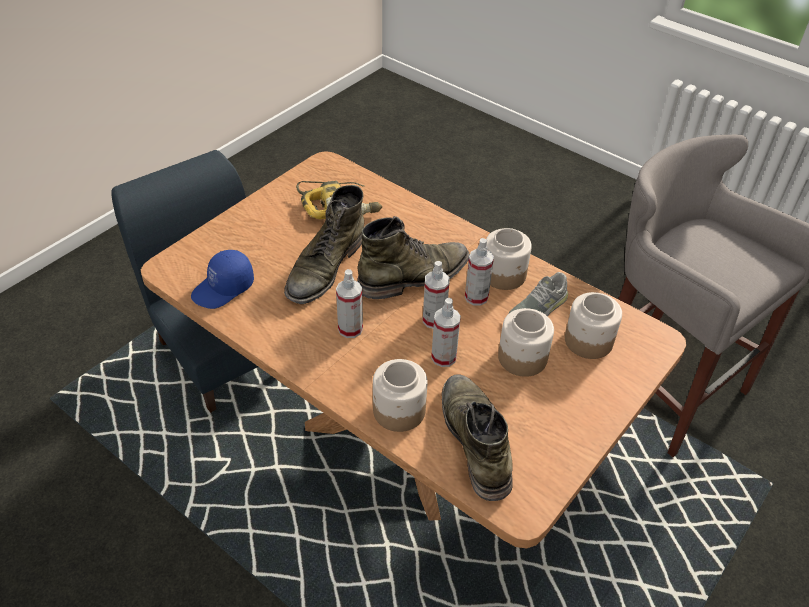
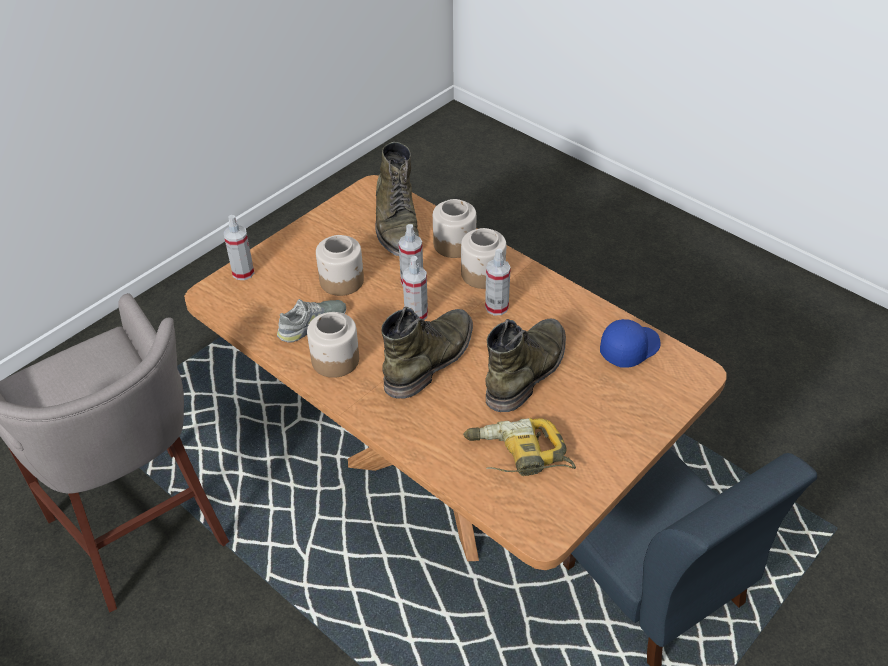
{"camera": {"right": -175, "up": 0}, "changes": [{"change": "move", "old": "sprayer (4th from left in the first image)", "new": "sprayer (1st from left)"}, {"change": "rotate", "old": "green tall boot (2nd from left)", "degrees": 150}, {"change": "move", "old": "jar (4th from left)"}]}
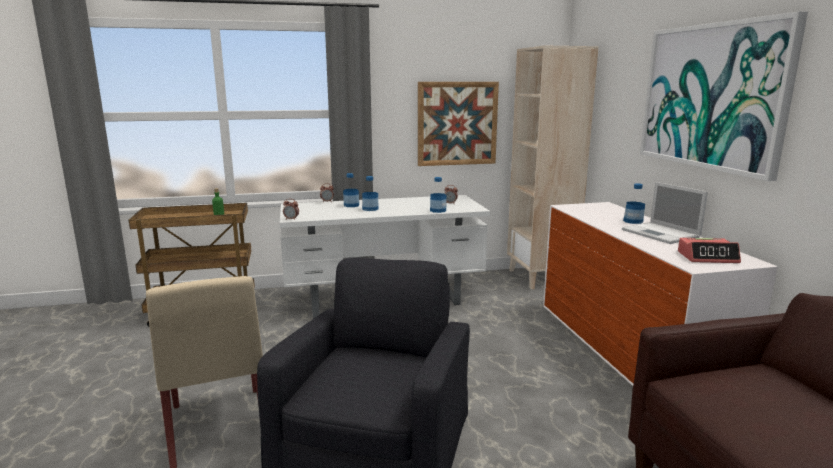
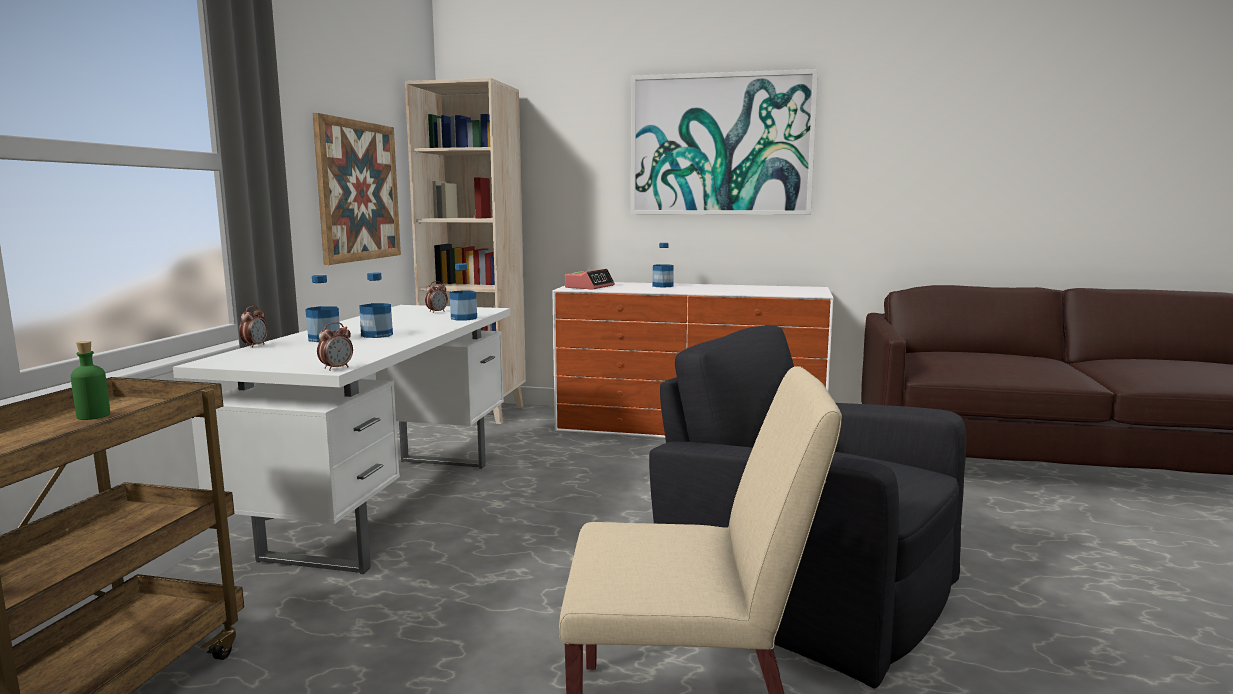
{"camera": {"right": -65, "up": -5}, "changes": [{"change": "move", "old": "bedside clock (4th from left)"}, {"change": "delete", "old": "portable computer"}]}
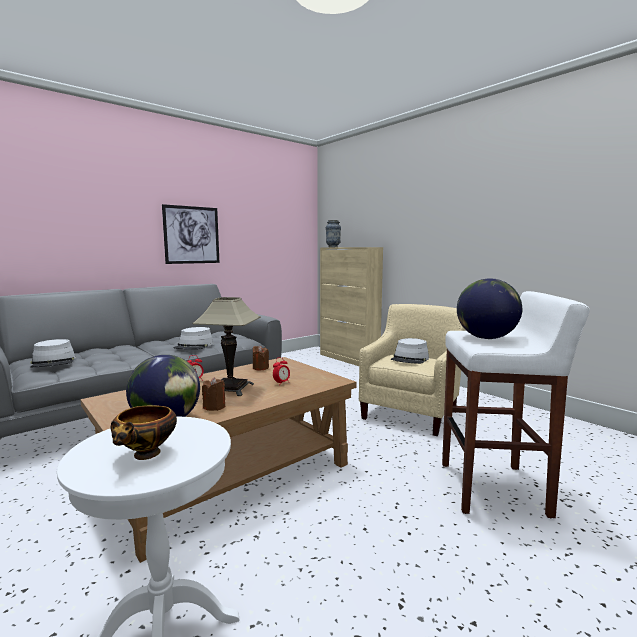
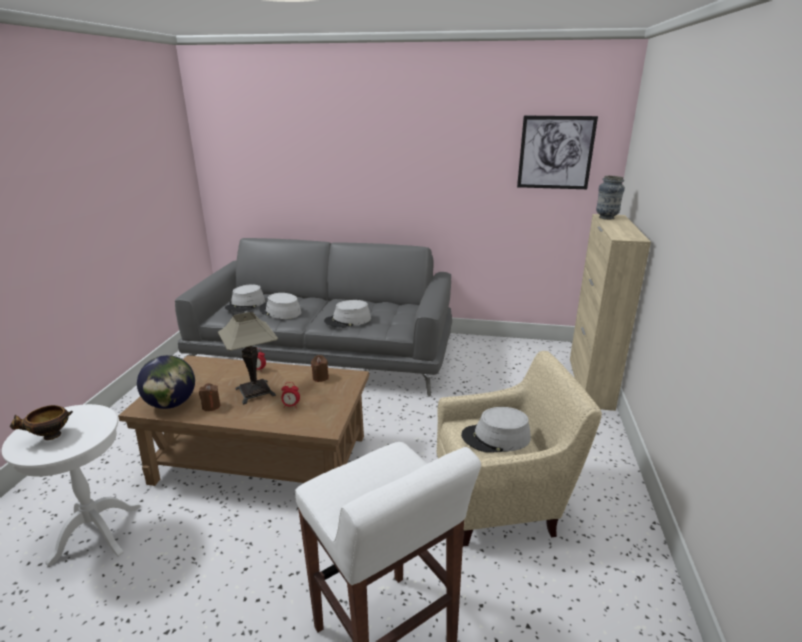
{"camera": {"right": 50, "up": 15}, "changes": [{"change": "insert", "new": "gray wearable hat (2nd from left)"}, {"change": "move", "old": "wall art"}, {"change": "delete", "old": "world globe (2nd from left)"}]}
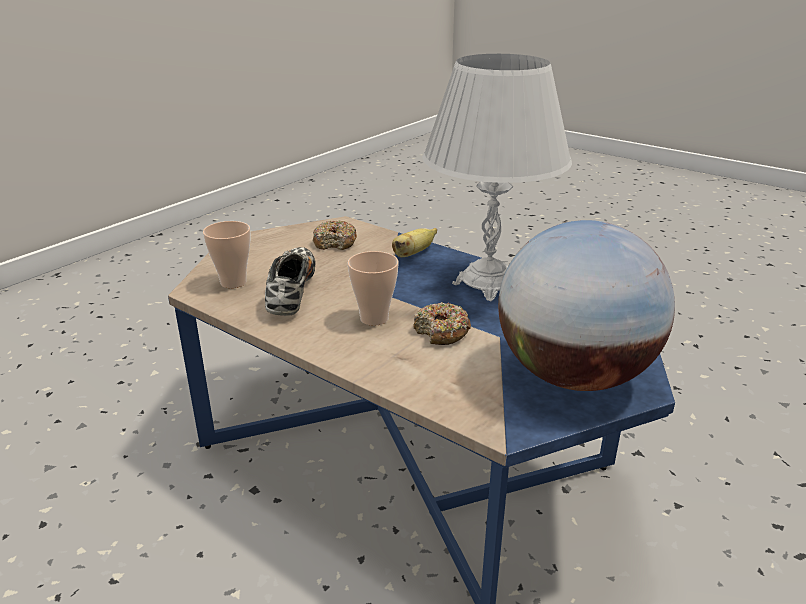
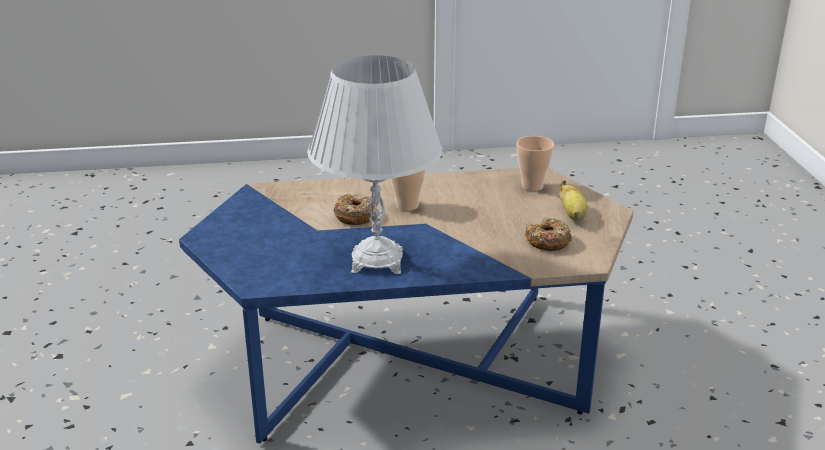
{"camera": {"right": 135, "up": 0}, "changes": [{"change": "move", "old": "banana"}, {"change": "delete", "old": "shoe"}, {"change": "delete", "old": "world globe"}]}
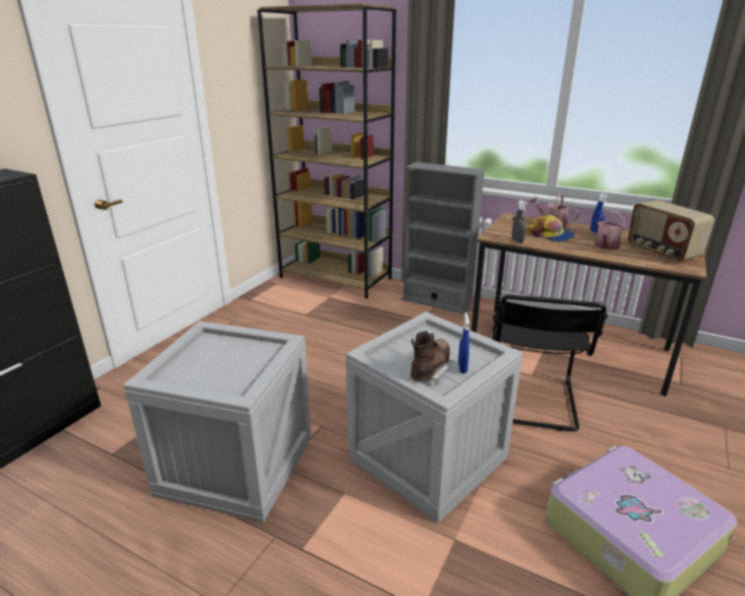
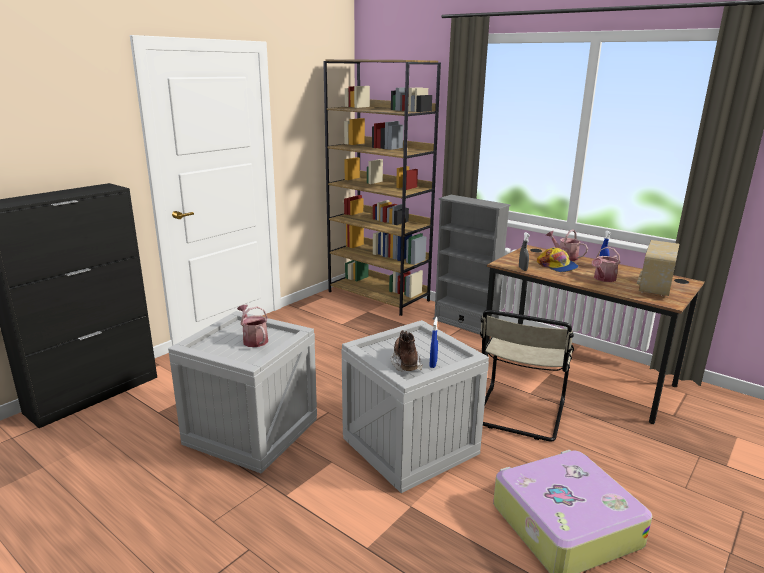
{"camera": {"right": 10, "up": -5}, "changes": [{"change": "insert", "new": "watering can (1st from left)"}, {"change": "rotate", "old": "brown tall boot", "degrees": -45}, {"change": "recolor", "old": "black plain chair", "new": "beige-coloured plain chair"}, {"change": "rotate", "old": "radio receiver", "degrees": 45}]}
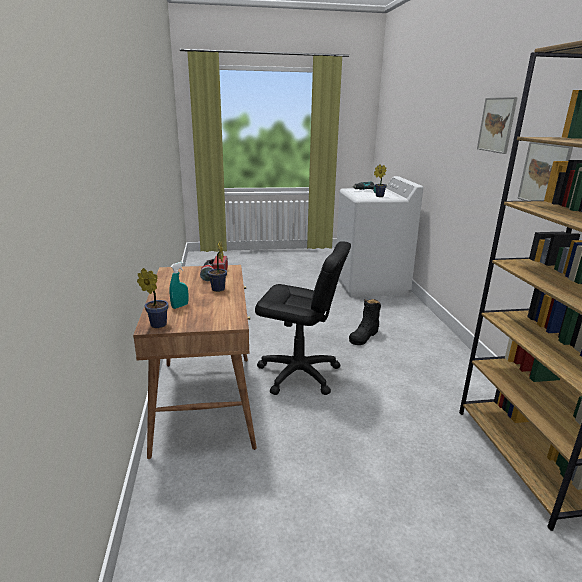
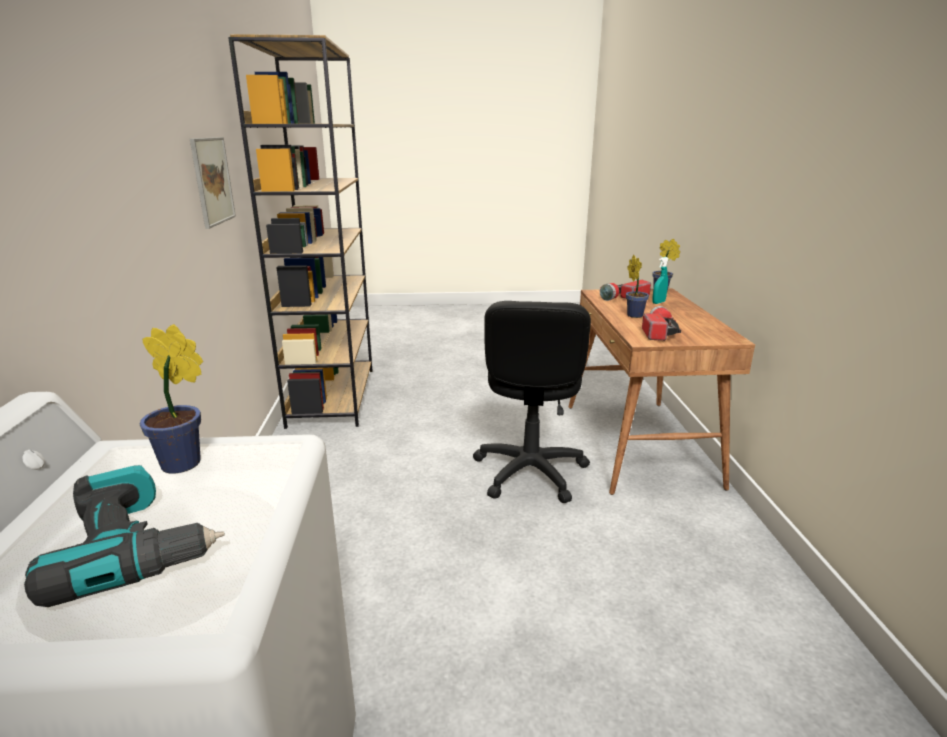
{"camera": {"right": -175, "up": 0}, "changes": [{"change": "rotate", "old": "black desk chair", "degrees": -105}, {"change": "insert", "new": "flashlight (1st from left)"}, {"change": "delete", "old": "black tall boot"}, {"change": "delete", "old": "wall art (1st from left)"}]}
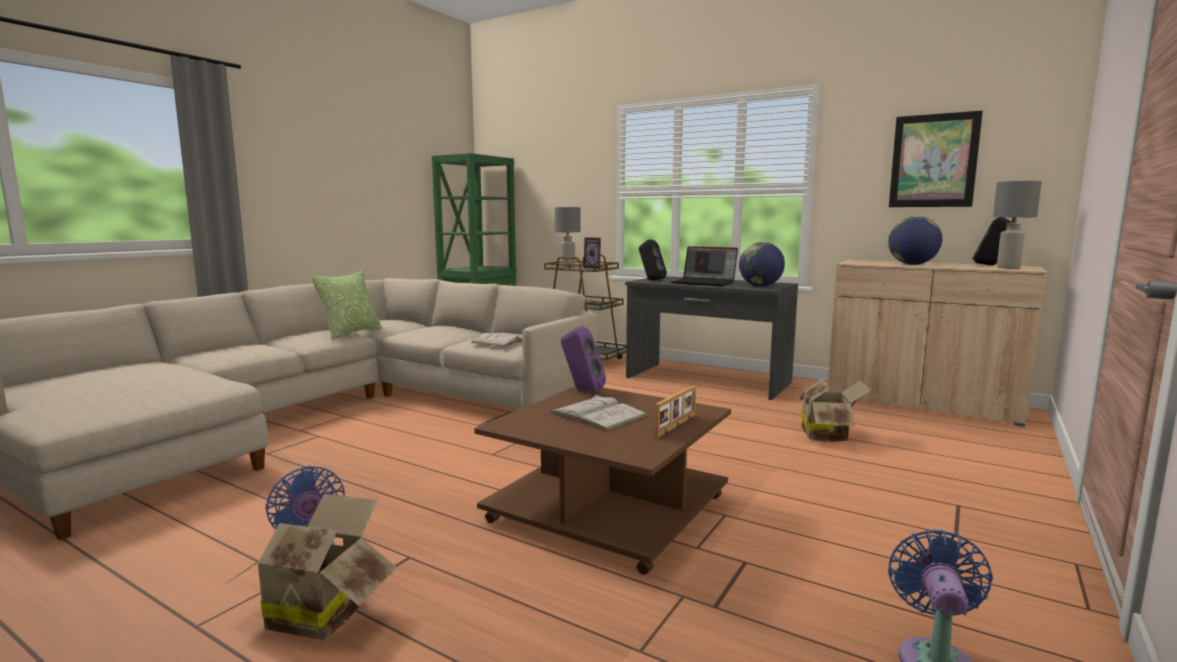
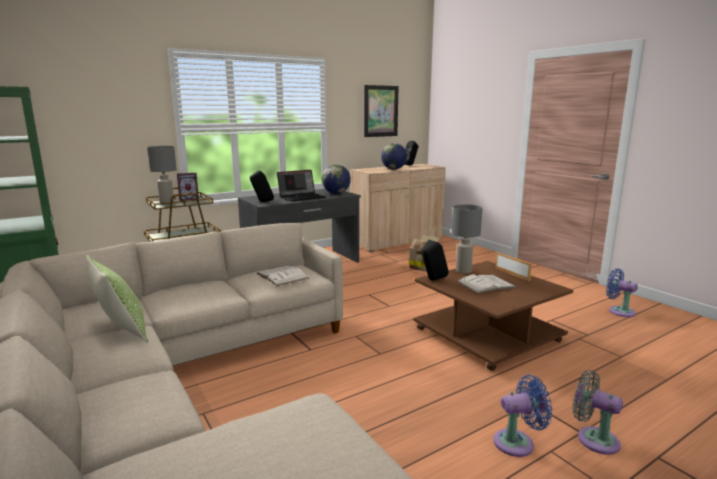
{"camera": {"right": -65, "up": 5}, "changes": [{"change": "recolor", "old": "purple-coloured loudspeaker", "new": "black loudspeaker (3rd from left)"}, {"change": "move", "old": "gray table lamp (2nd from left)"}, {"change": "replace", "old": "cardboard box (1st from left)", "new": "gray cooling fan"}]}
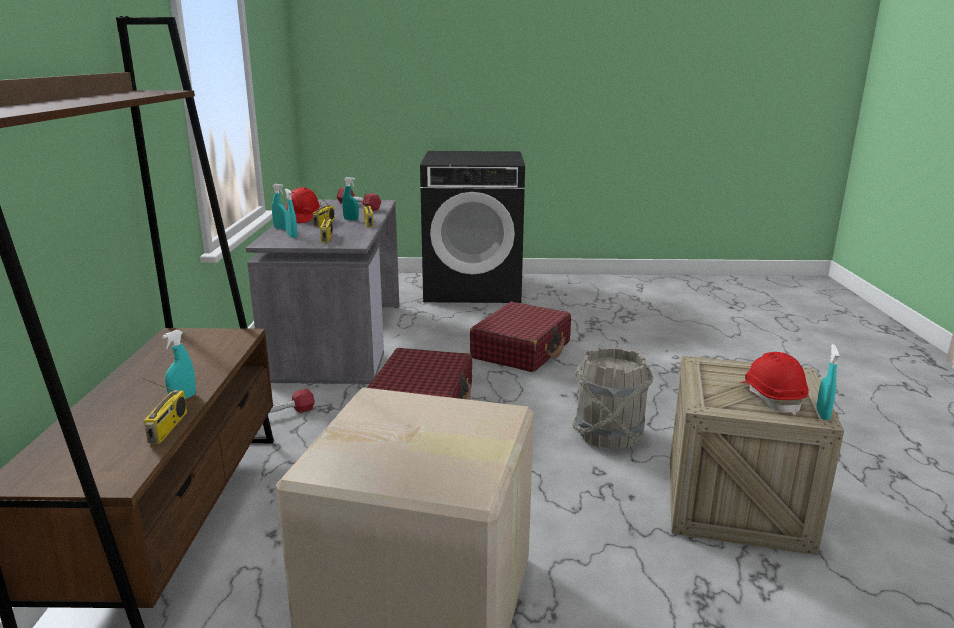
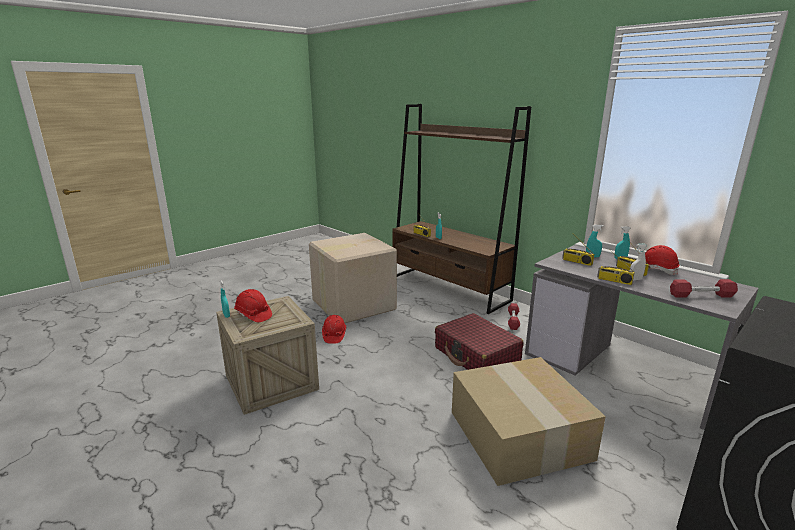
{"camera": {"right": 135, "up": 0}, "changes": [{"change": "insert", "new": "red-coloured hard hat (2nd from left)"}, {"change": "replace", "old": "red-coloured travel case (2nd from left)", "new": "cardboard box (2nd from left)"}, {"change": "recolor", "old": "turquoise-coloured sprayer (4th from left)", "new": "whitish sprayer"}, {"change": "delete", "old": "gray water bucket"}]}
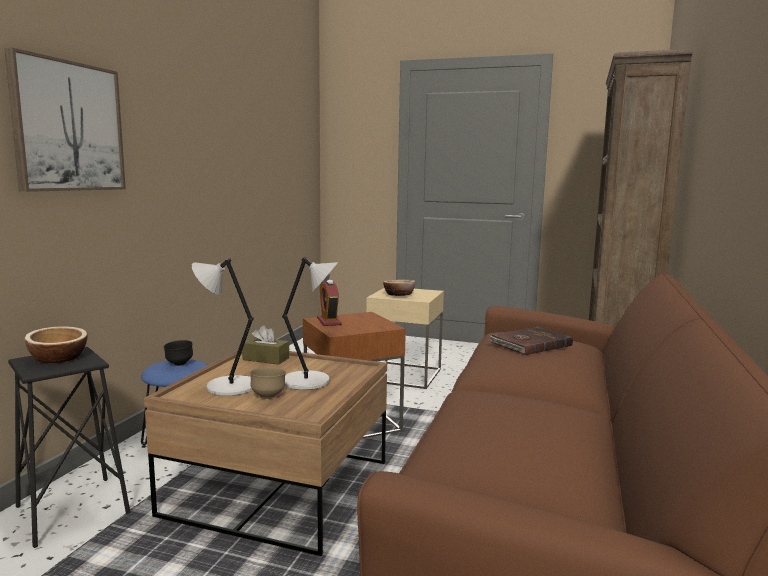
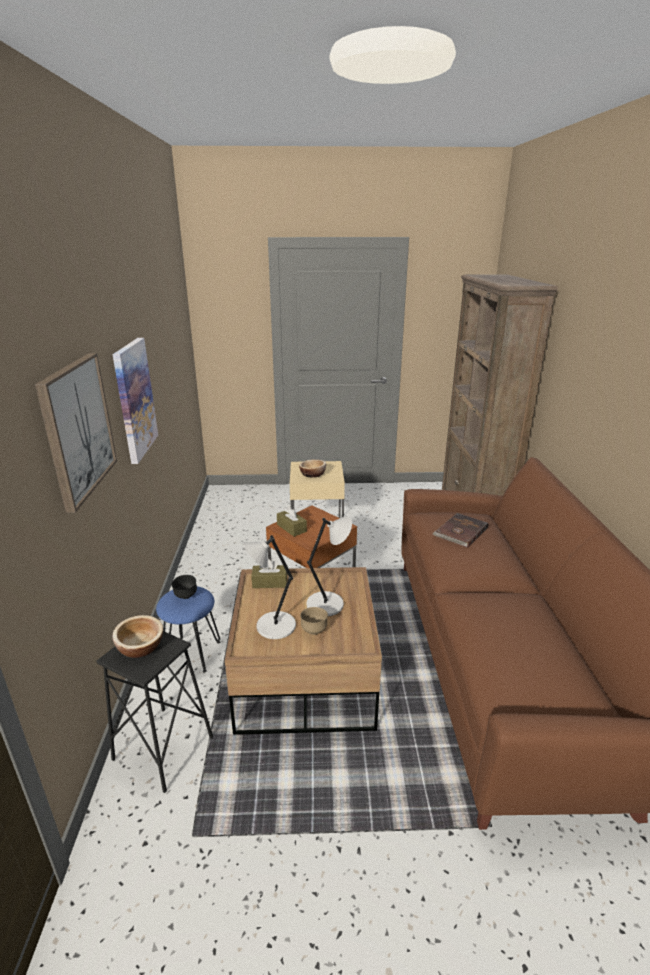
{"camera": {"right": -20, "up": 15}, "changes": [{"change": "insert", "new": "wall art (2nd from left)"}, {"change": "replace", "old": "bedside clock", "new": "brown box of tissues (2nd from left)"}]}
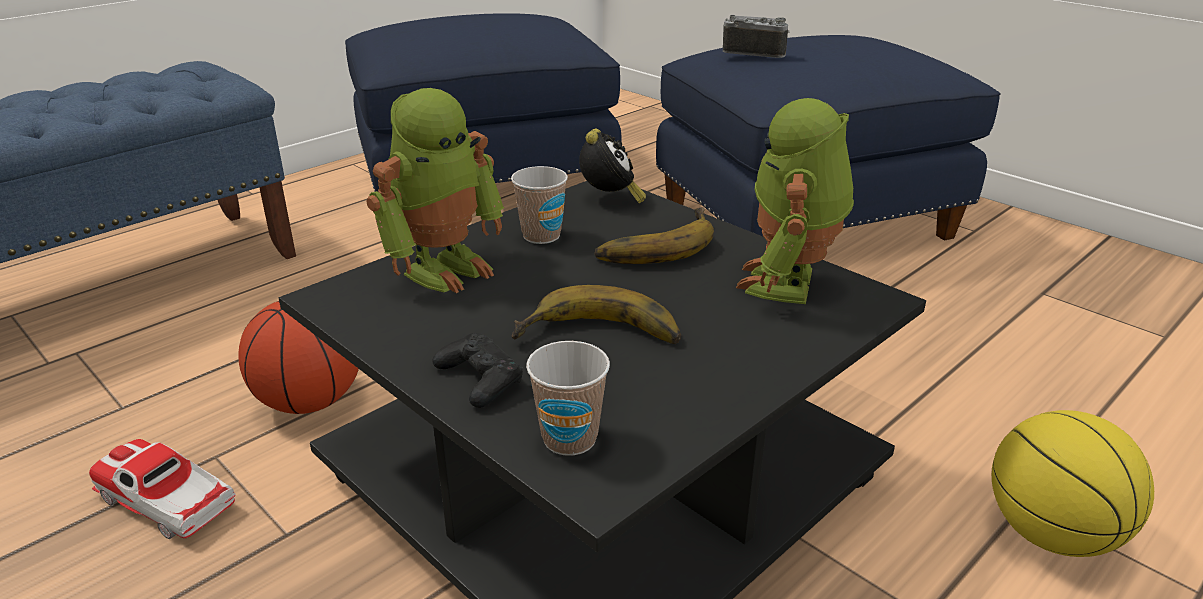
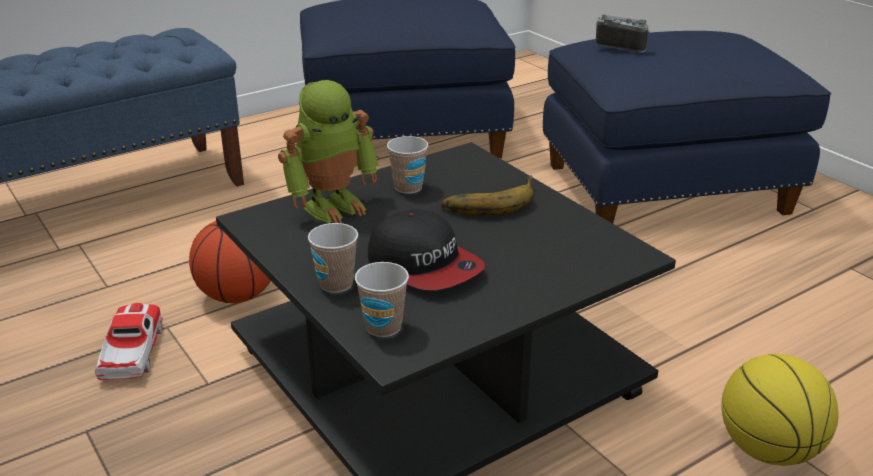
{"camera": {"right": 10, "up": 0}, "changes": [{"change": "rotate", "old": "toy car", "degrees": 45}, {"change": "replace", "old": "black game controller", "new": "small cup (1st from left)"}, {"change": "replace", "old": "banana (1st from left)", "new": "baseball cap"}, {"change": "delete", "old": "bedside clock"}, {"change": "delete", "old": "model robot (2nd from left)"}]}
